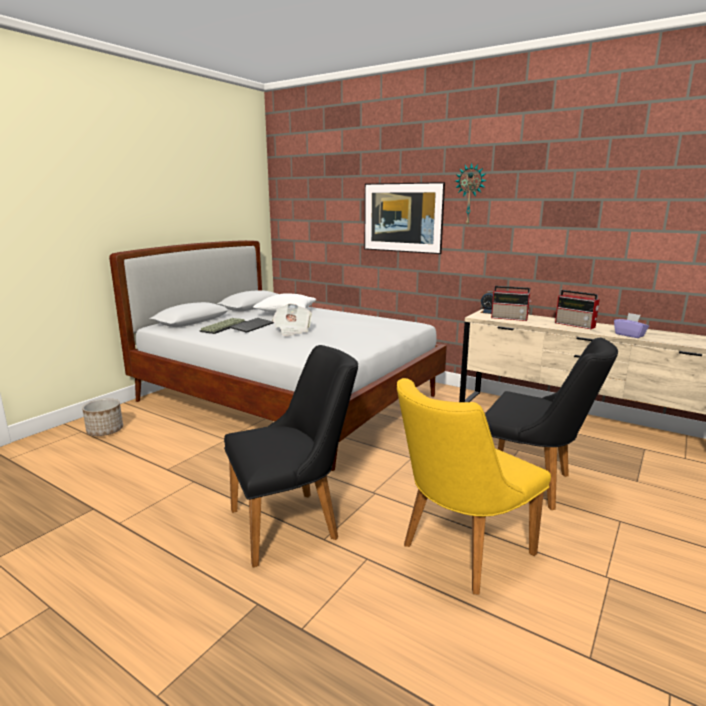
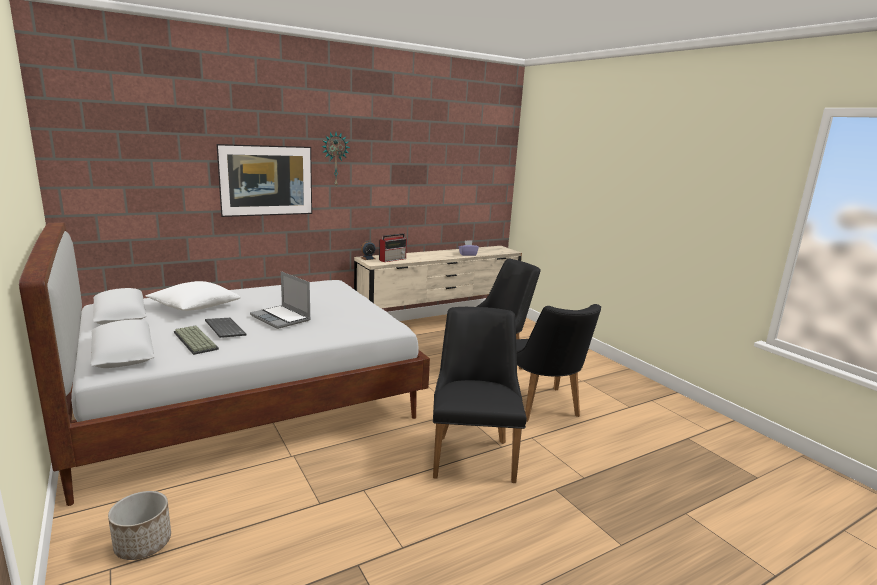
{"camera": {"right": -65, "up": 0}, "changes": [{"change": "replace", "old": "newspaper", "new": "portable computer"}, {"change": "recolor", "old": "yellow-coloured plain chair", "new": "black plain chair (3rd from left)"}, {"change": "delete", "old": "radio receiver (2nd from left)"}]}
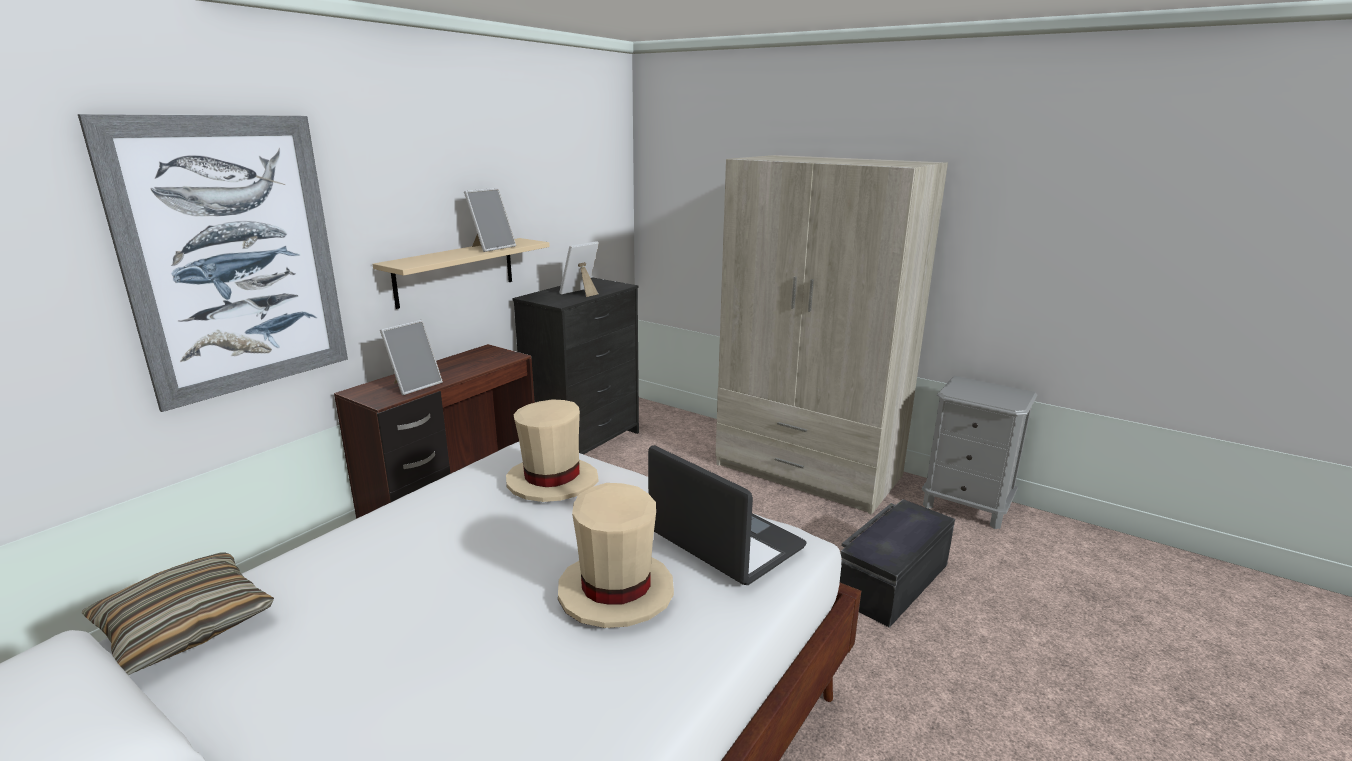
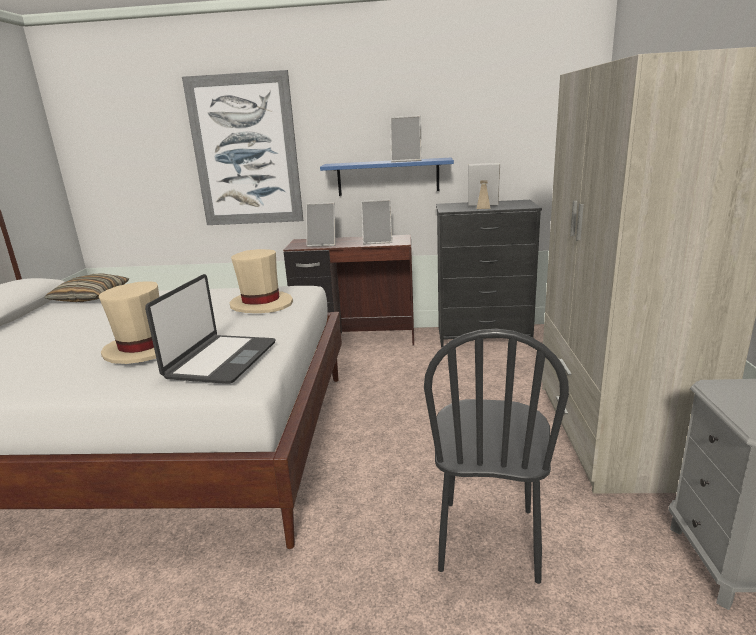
{"camera": {"right": 60, "up": 0}, "changes": [{"change": "recolor", "old": "beige-coloured shelf", "new": "blue shelf"}, {"change": "insert", "new": "standing frame (2nd from left)"}, {"change": "replace", "old": "black storage bin", "new": "black plain chair"}]}
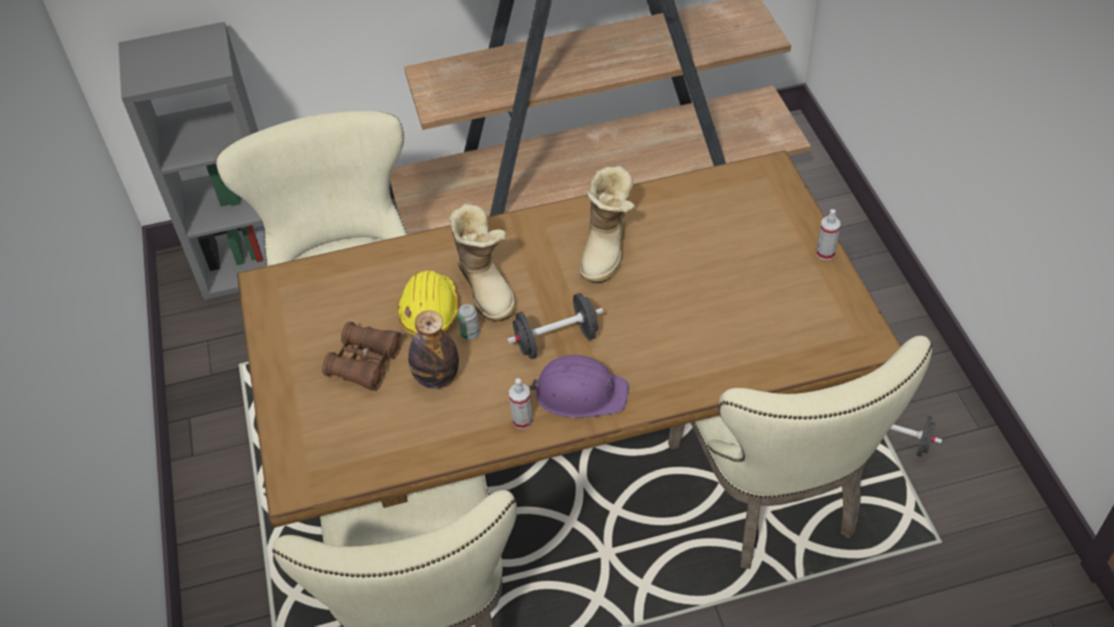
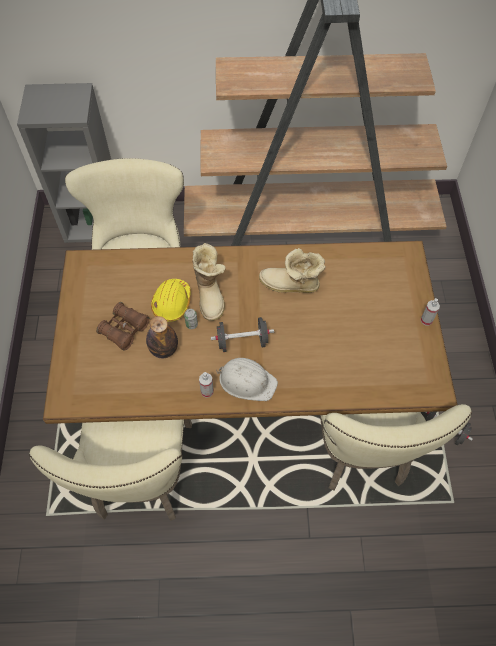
{"camera": {"right": 10, "up": 10}, "changes": [{"change": "recolor", "old": "purple-coloured hard hat", "new": "whitish hard hat"}, {"change": "rotate", "old": "tall boot (2nd from left)", "degrees": 75}]}
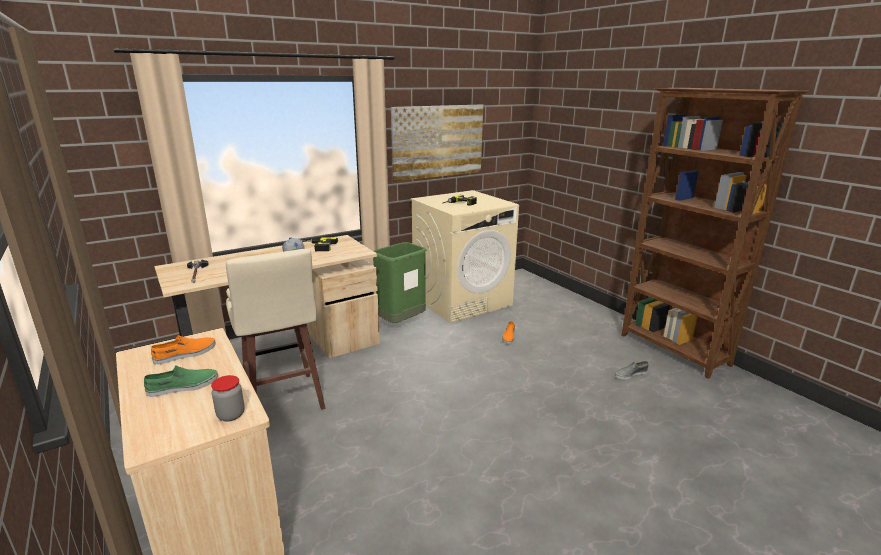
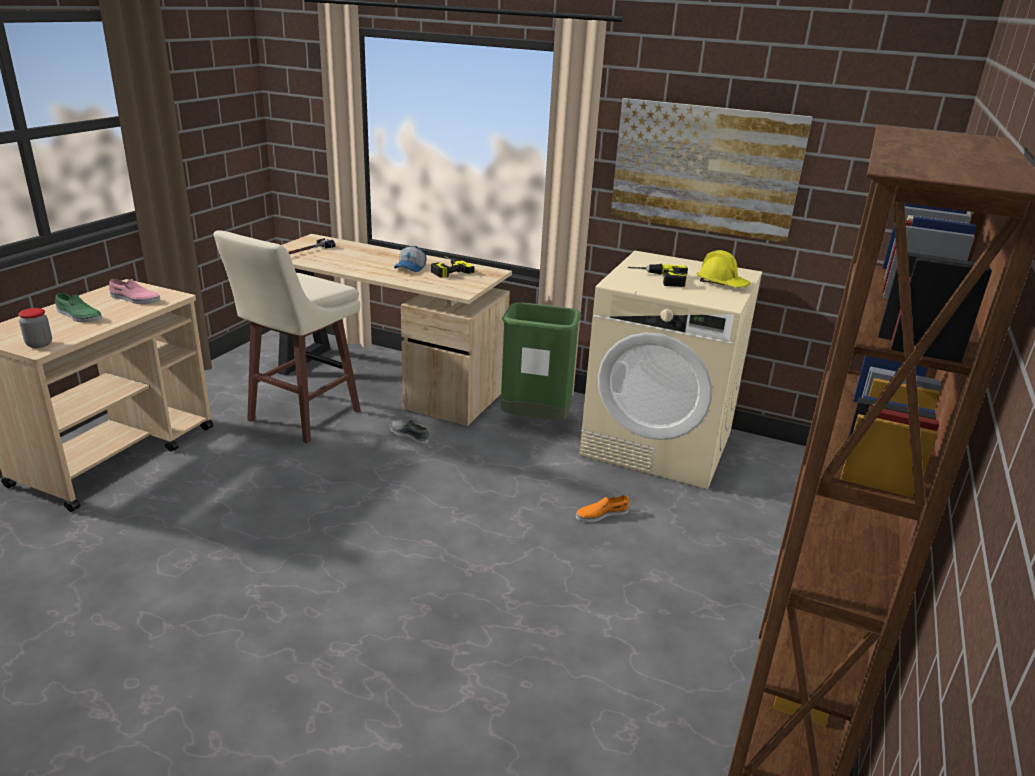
{"camera": {"right": 55, "up": 5}, "changes": [{"change": "recolor", "old": "orange-coloured shoe (1st from left)", "new": "pinkish shoe"}, {"change": "move", "old": "gray shoe"}, {"change": "insert", "new": "yellow-coloured hard hat"}]}
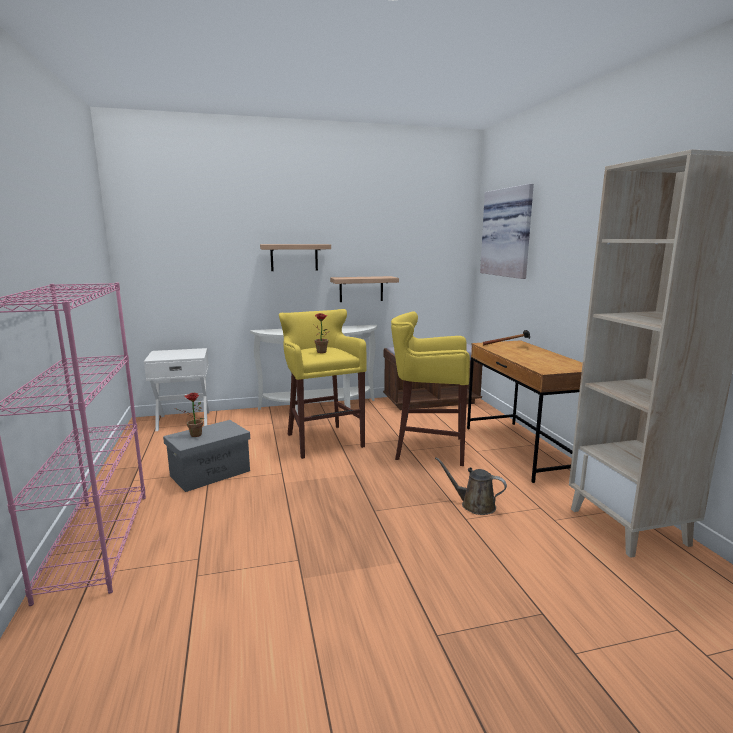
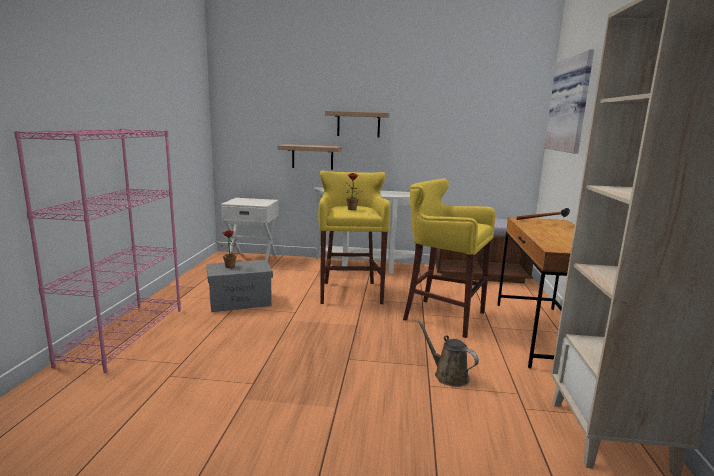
{"camera": {"right": 20, "up": 0}, "changes": [{"change": "move", "old": "shelf (2nd from left in the first image)", "new": "shelf (1st from left)"}]}
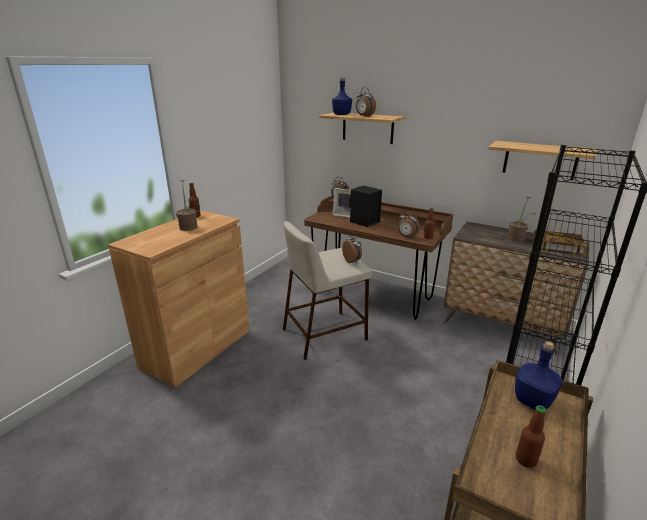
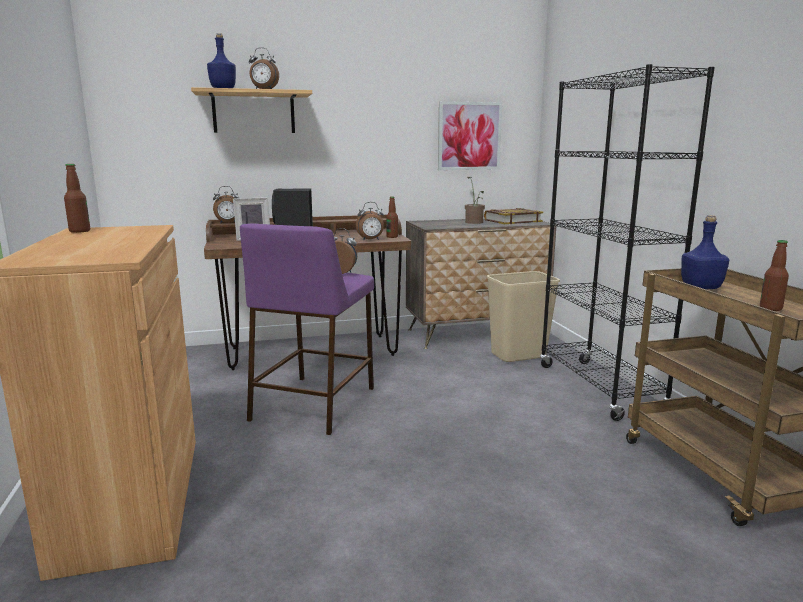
{"camera": {"right": -45, "up": -10}, "changes": [{"change": "recolor", "old": "beige-coloured stool seat", "new": "purple-coloured stool seat"}, {"change": "replace", "old": "shelf (2nd from left)", "new": "wall art"}, {"change": "insert", "new": "beige-coloured trash can"}, {"change": "delete", "old": "plant in a pot (1st from left)"}]}
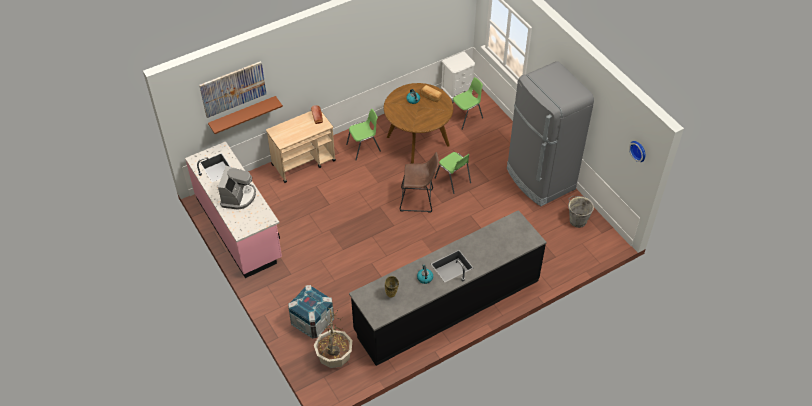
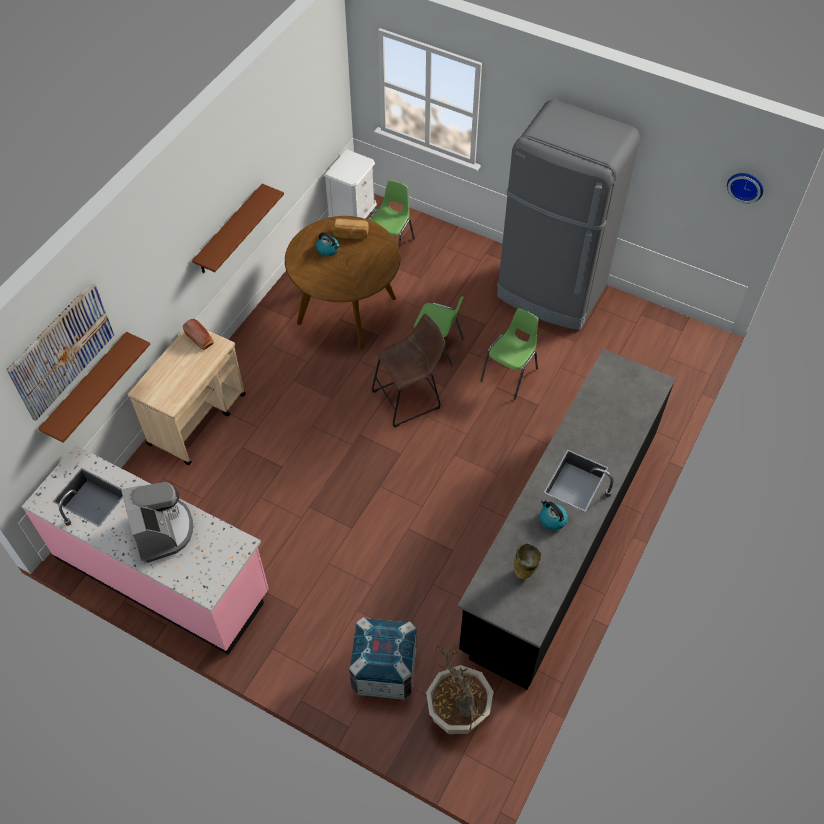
{"camera": {"right": -30, "up": 5}, "changes": [{"change": "insert", "new": "brown shelf (2nd from left)"}, {"change": "move", "old": "green plain chair (1st from left in the first image)", "new": "green plain chair (3rd from left)"}, {"change": "delete", "old": "gray water bucket"}]}
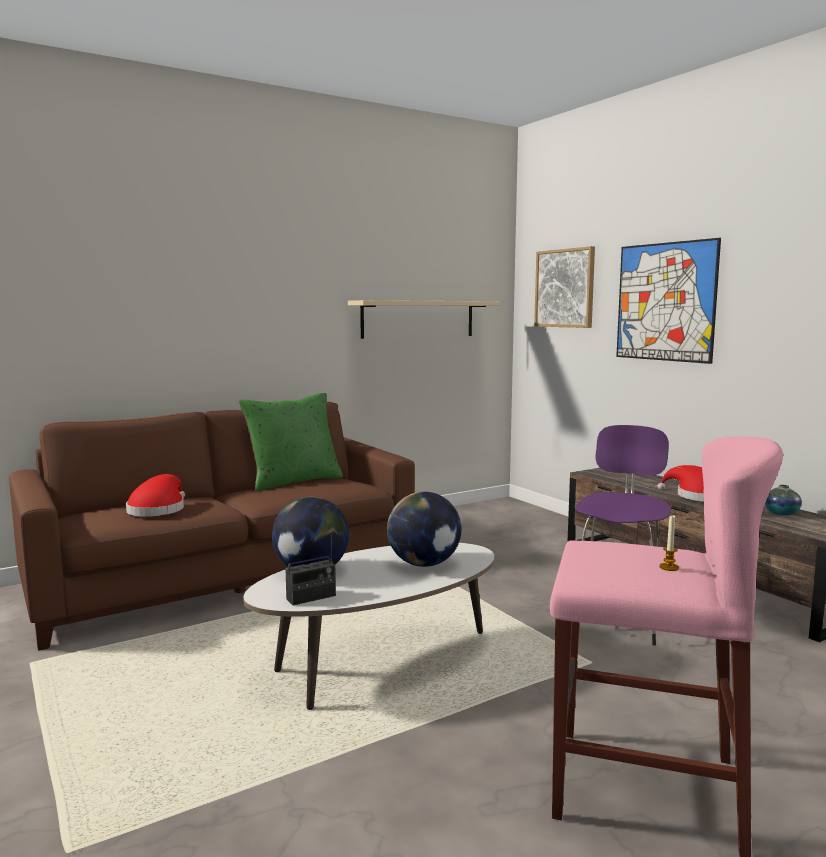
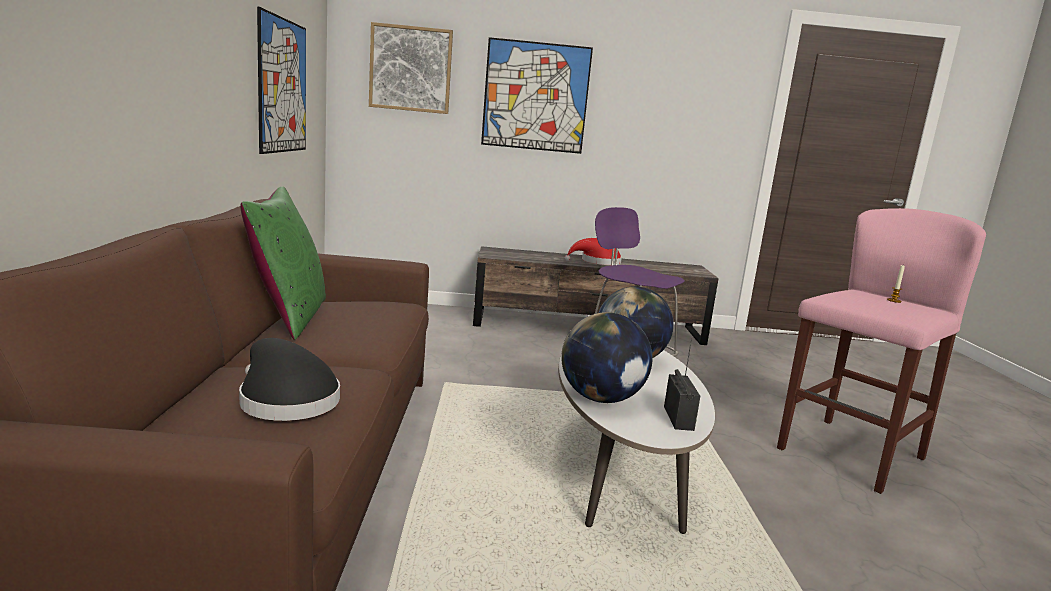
{"camera": {"right": -60, "up": 5}, "changes": [{"change": "recolor", "old": "red-coloured wearable hat (1st from left)", "new": "black wearable hat"}, {"change": "replace", "old": "beige-coloured shelf", "new": "wall art (1st from left)"}, {"change": "delete", "old": "vase"}]}
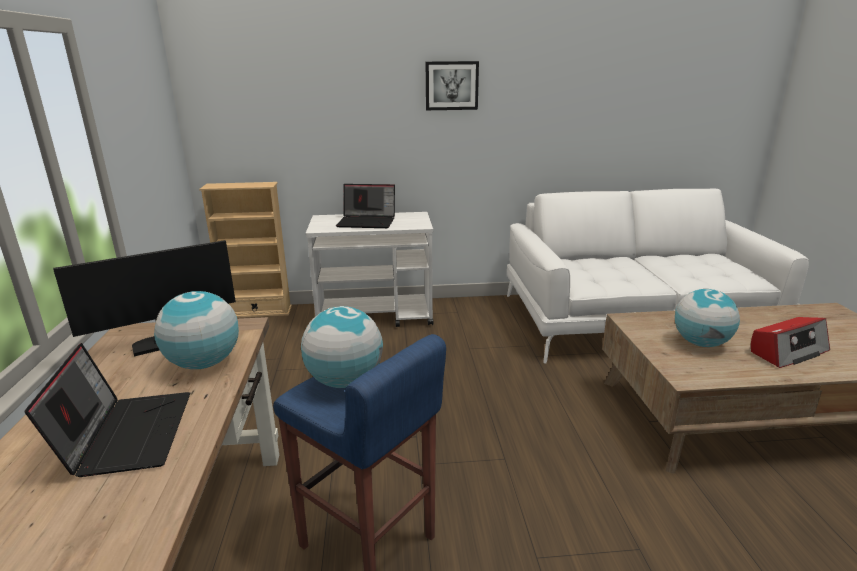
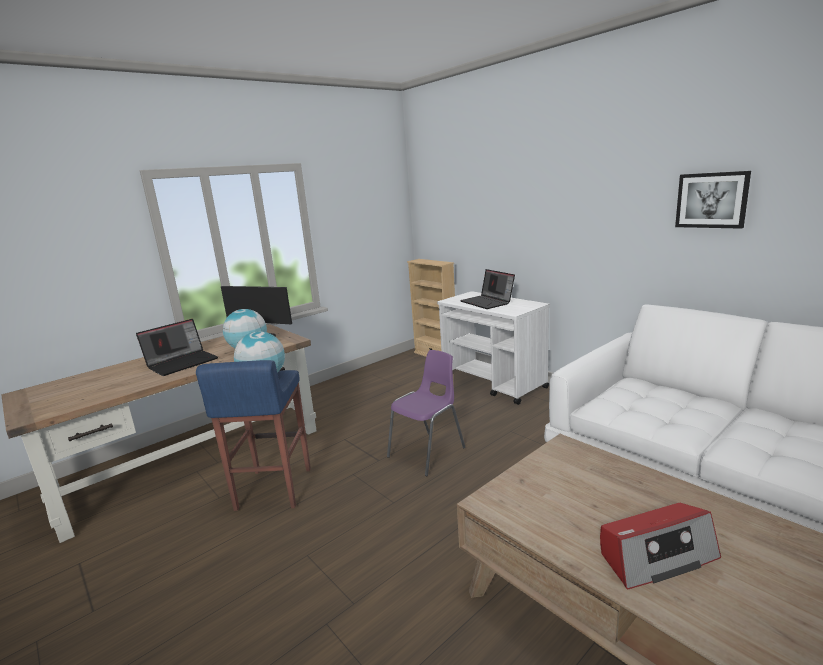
{"camera": {"right": 55, "up": -5}, "changes": [{"change": "insert", "new": "purple-coloured plain chair"}, {"change": "rotate", "old": "radio receiver", "degrees": -45}, {"change": "move", "old": "wall art"}, {"change": "delete", "old": "world globe (3rd from left)"}]}
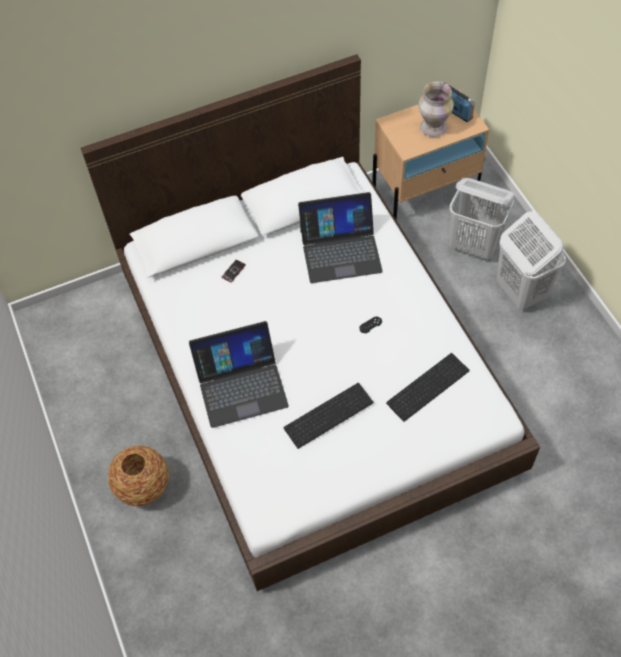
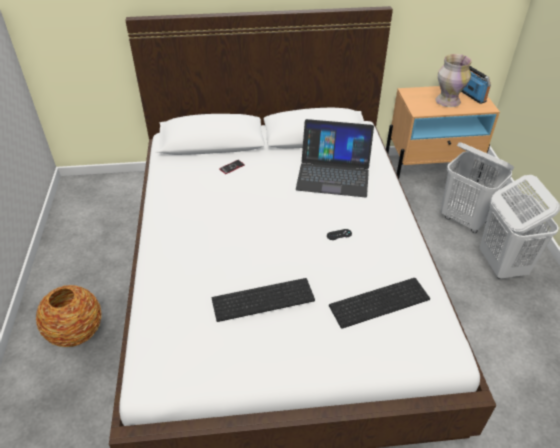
{"camera": {"right": 15, "up": -15}, "changes": [{"change": "delete", "old": "portable computer (1st from left)"}]}
